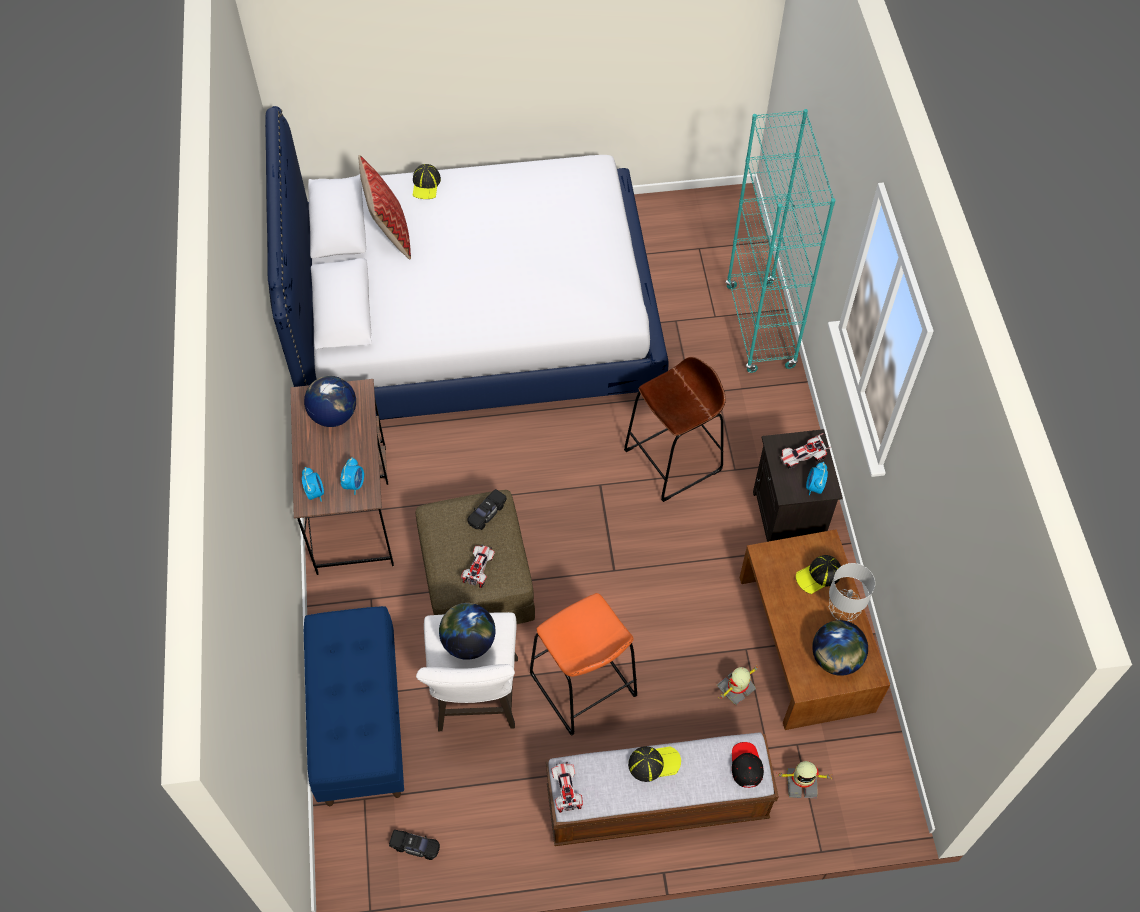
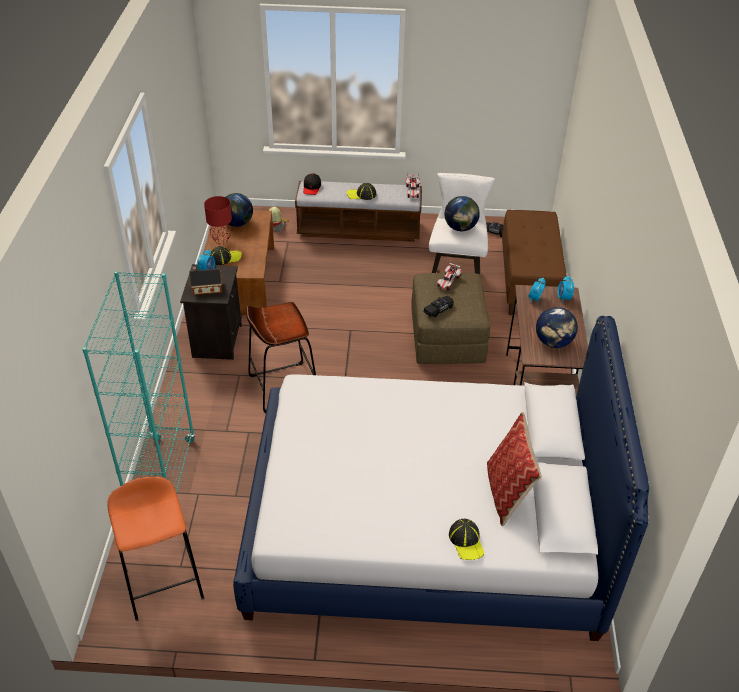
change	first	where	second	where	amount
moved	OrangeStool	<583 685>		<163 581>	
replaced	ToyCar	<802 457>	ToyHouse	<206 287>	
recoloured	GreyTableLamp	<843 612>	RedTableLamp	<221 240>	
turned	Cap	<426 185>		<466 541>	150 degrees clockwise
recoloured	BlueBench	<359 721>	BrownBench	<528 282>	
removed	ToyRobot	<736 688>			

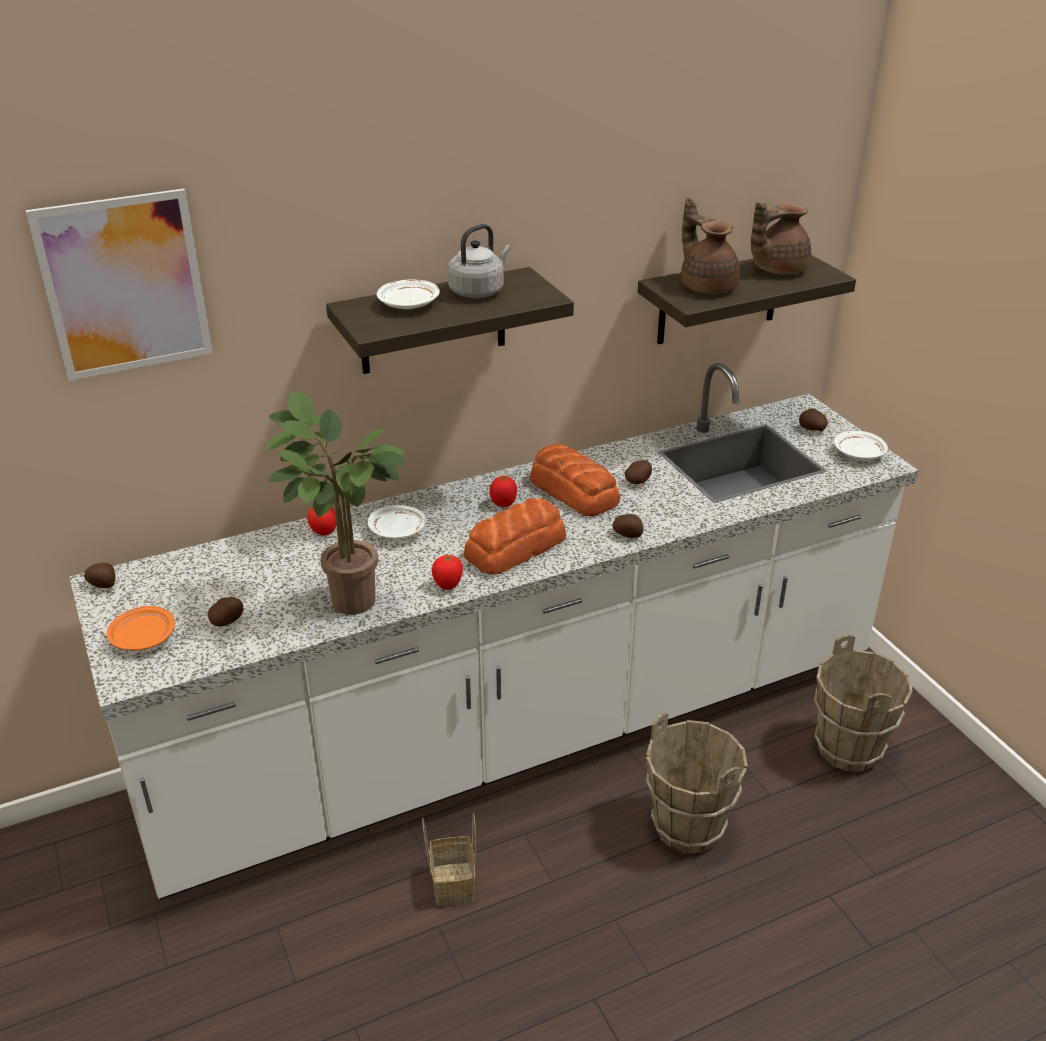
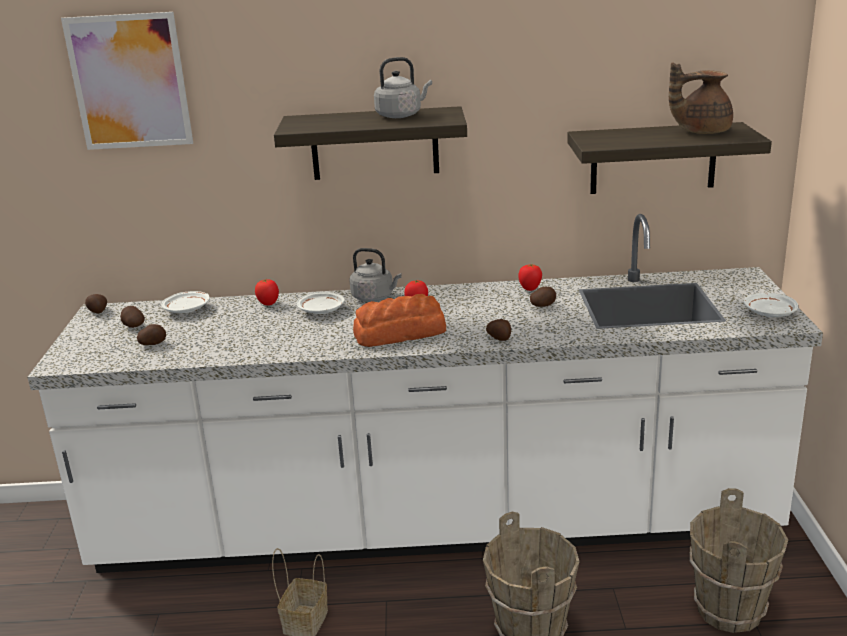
change	first	where	second	where	amount
moved	Potato	<811 429>		<133 326>	
moved	WhitePlate	<409 304>		<187 309>	
added			GreyKettle	<375 297>	
moved	Tomato	<448 586>		<530 289>	
removed	OrangePlate	<143 637>			
removed	PottedPlant	<345 602>			
removed	Bread	<573 491>			
removed	BrownTeapot	<707 285>			

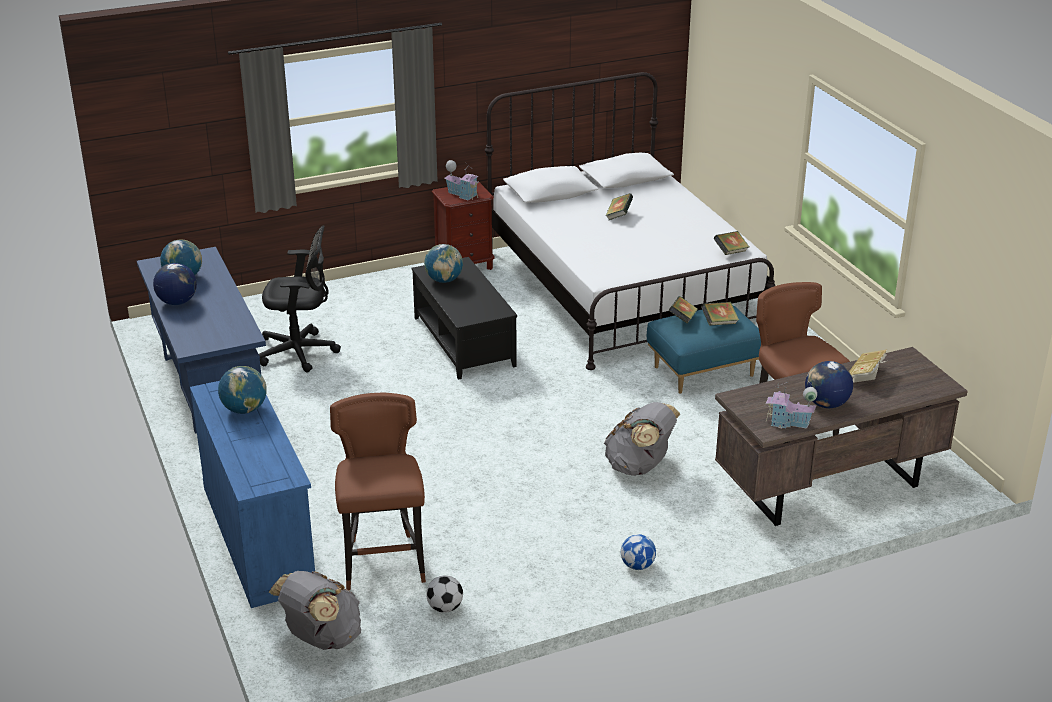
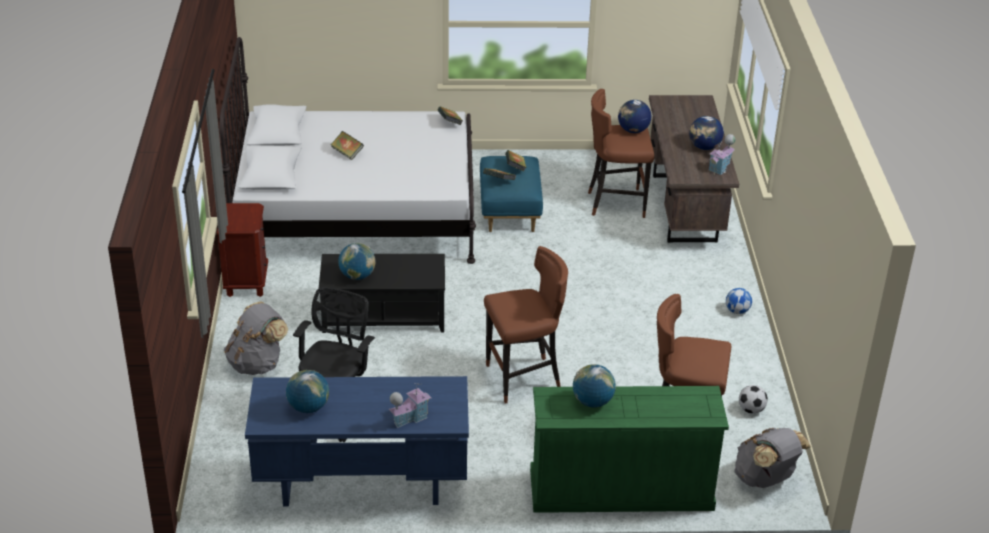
change	first	where	second	where	amount
moved	GreyBackpack	<639 467>		<257 363>	
moved	ToyHouse	<462 194>		<409 418>	
added			BrownStool	<524 378>	
recoloured	BlueDresser	<258 536>	GreenDresser	<620 490>	
moved	Globe	<177 302>		<633 130>	
removed	Book	<866 375>			

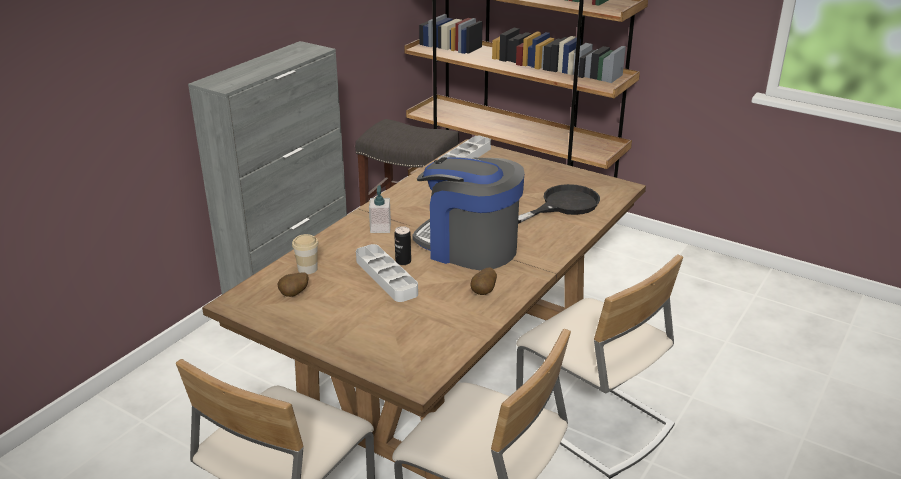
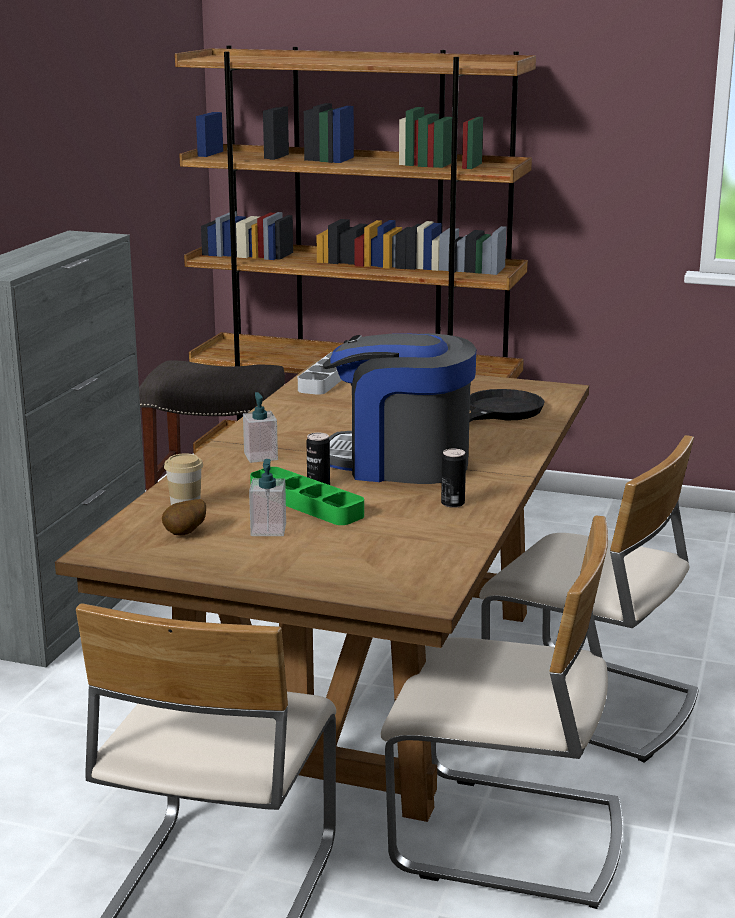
change	first	where	second	where	amount
added			SoapDispenser	<268 530>	
recoloured	GreyTray	<386 277>	GreenTray	<306 503>	
replaced	Potato	<484 292>	Can	<452 503>	

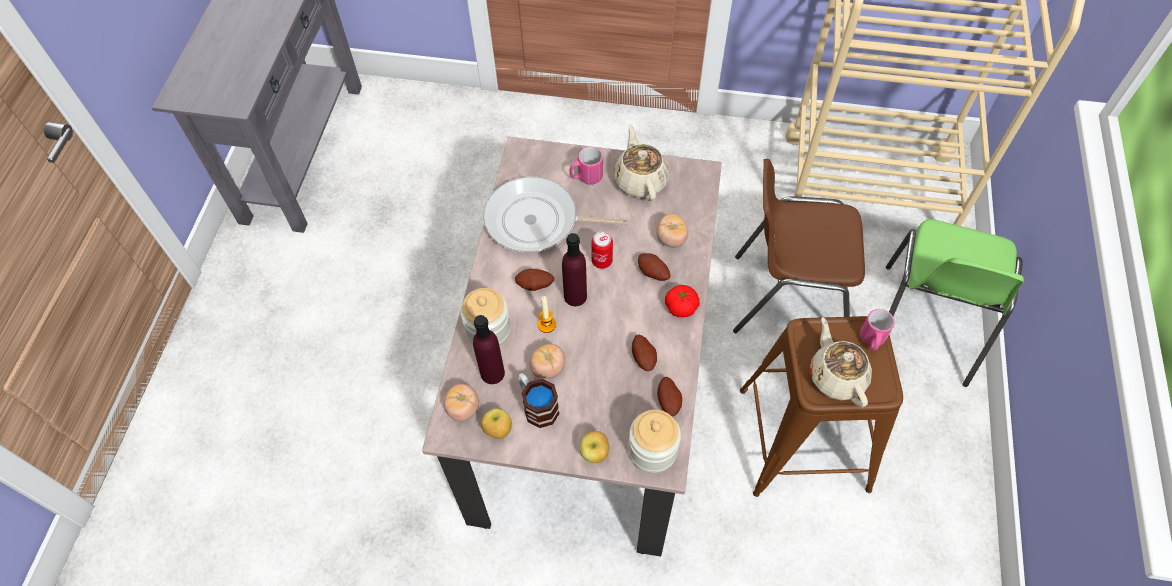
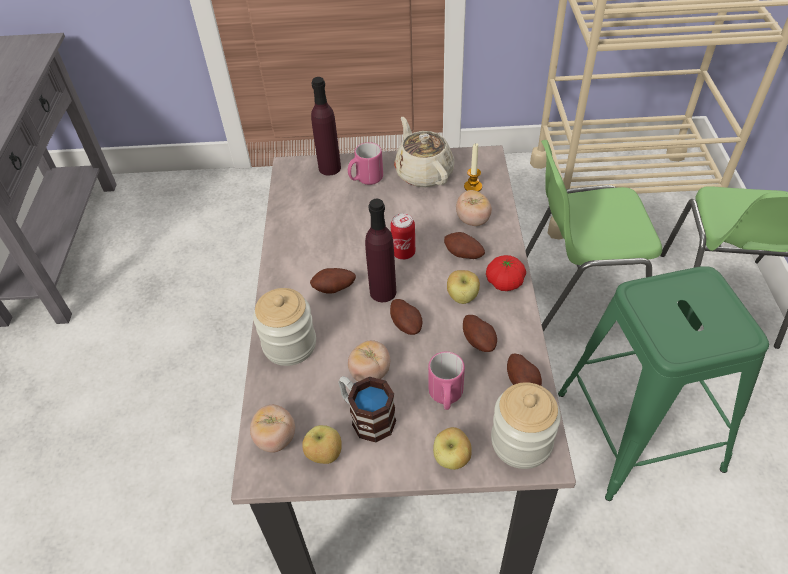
change	first	where	second	where	amount
moved	PurpleBottle	<492 373>		<329 168>	
added			Potato	<407 324>	
moved	PinkMug	<871 340>		<445 397>	
added			Apple	<462 298>	
moved	Candle	<546 325>		<473 186>	
recoloured	BrownChair	<788 297>	GreenChair	<578 298>	
recoloured	BrownStool	<803 439>	GreenStool	<638 430>	
removed	FryingPan	<537 221>			
removed	BeigeTeapot	<836 376>			

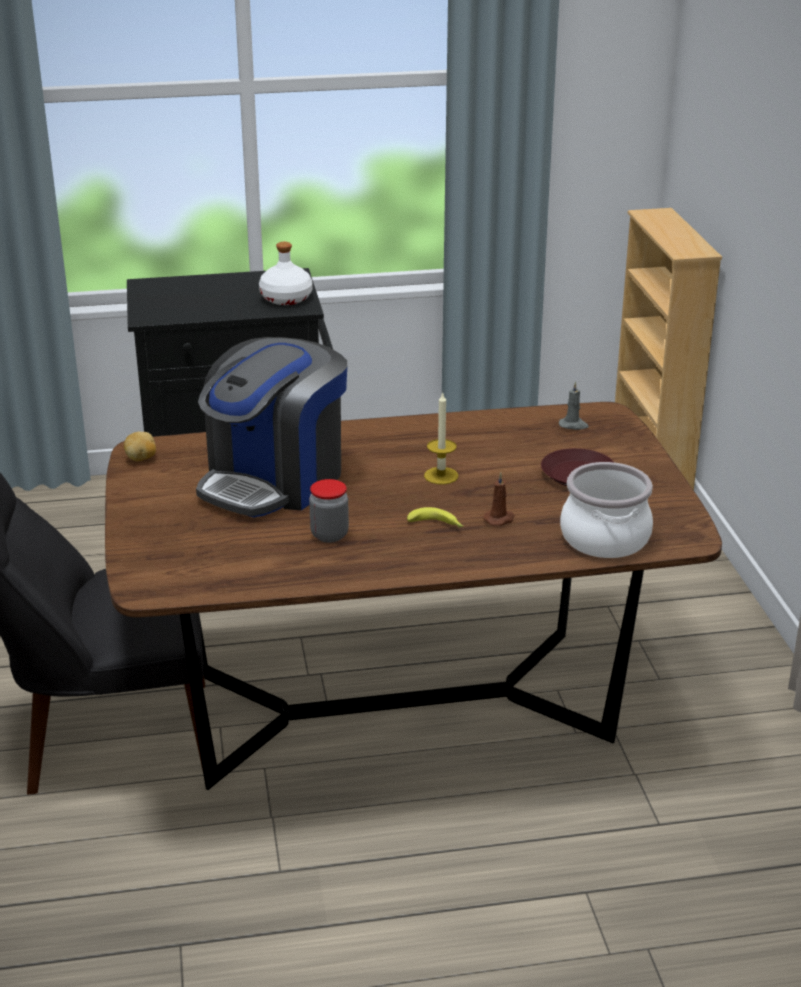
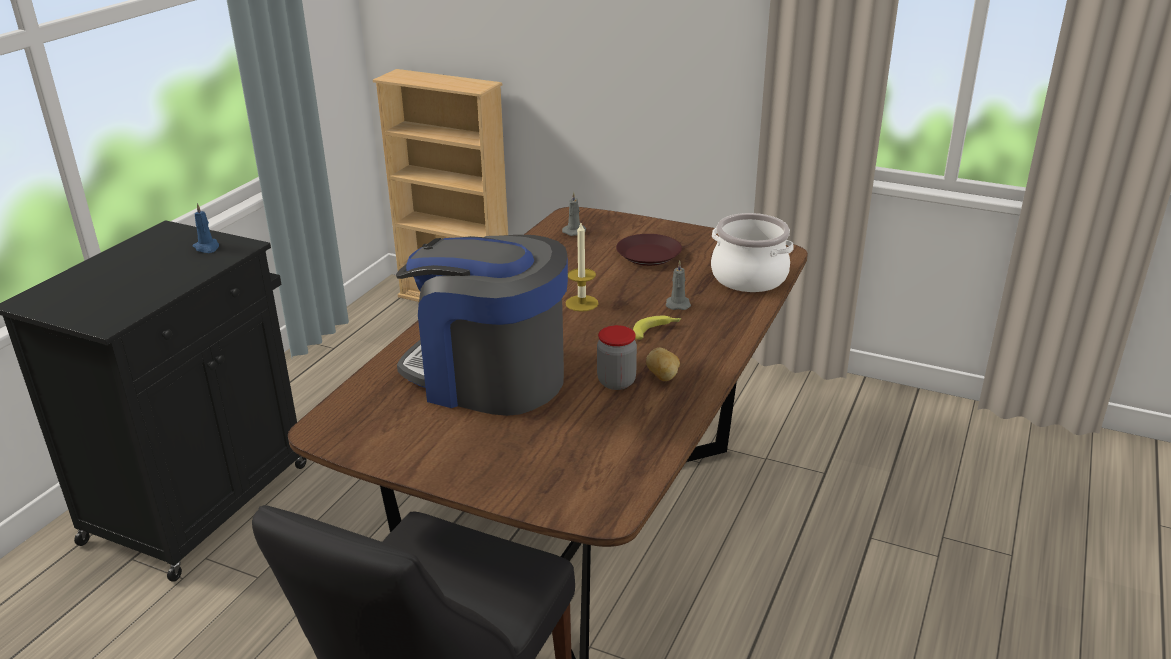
change	first	where	second	where	amount
replaced	WhiteBottle	<285 298>	BlueCandle	<207 247>	
turned	CoffeeMachine	<274 480>		<488 377>	135 degrees clockwise
moved	Potato	<141 459>		<663 377>	
recoloured	BrownCandle	<500 519>	GreyCandle	<677 304>	

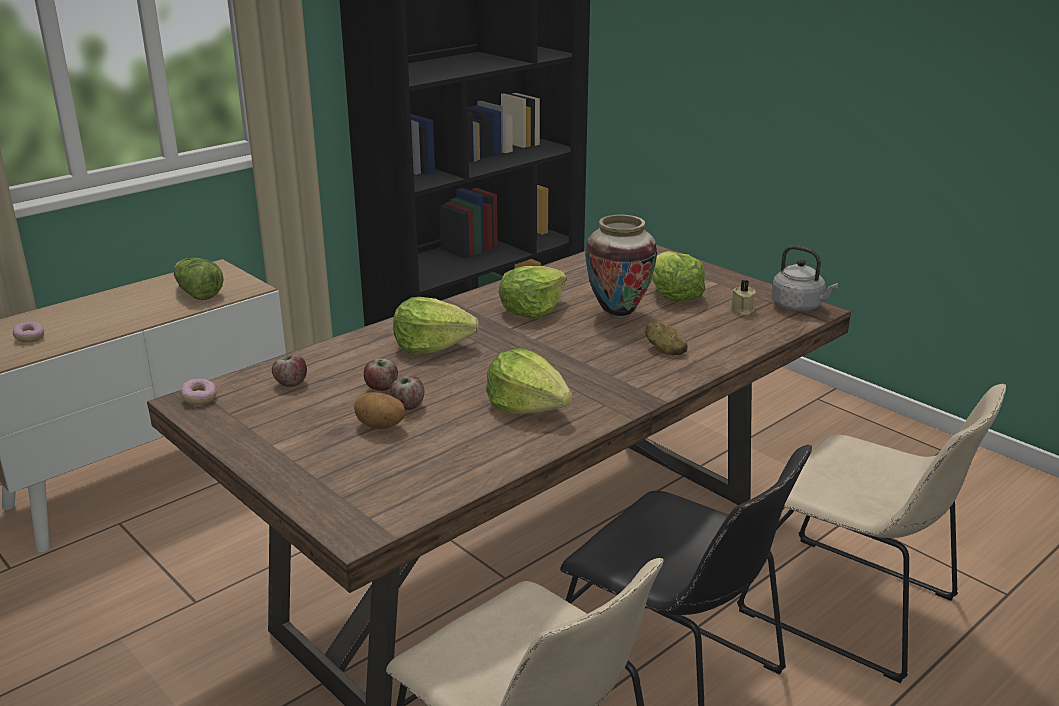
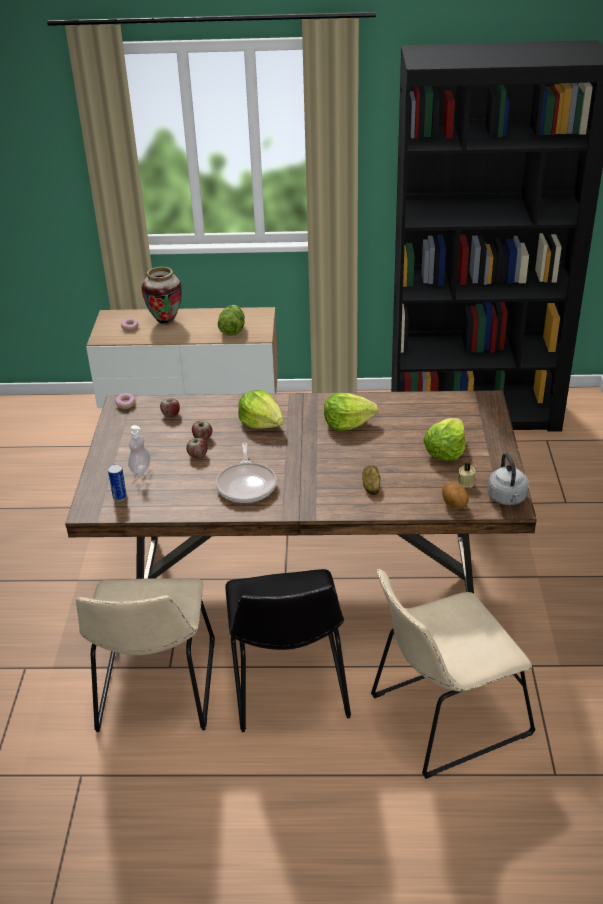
change	first	where	second	where	amount
added			Can	<120 497>	
added			SoapDispenser	<140 469>	
moved	Vase	<617 314>		<165 321>	
replaced	Lettuce	<527 406>	FryingPan	<247 485>	
turned	BeigeChair	<856 609>		<444 717>	75 degrees clockwise
moved	Potato	<380 427>		<454 504>	

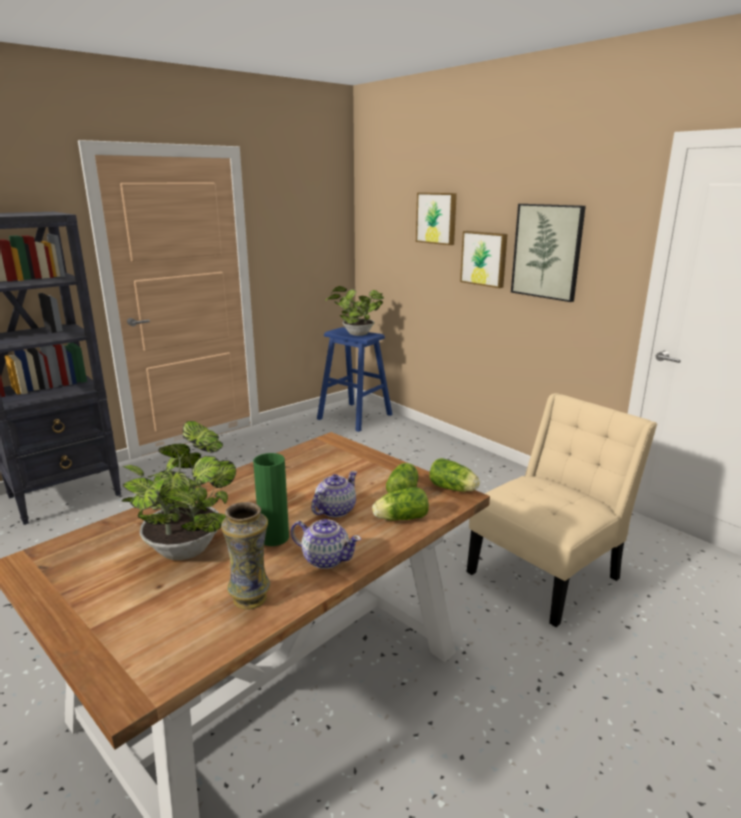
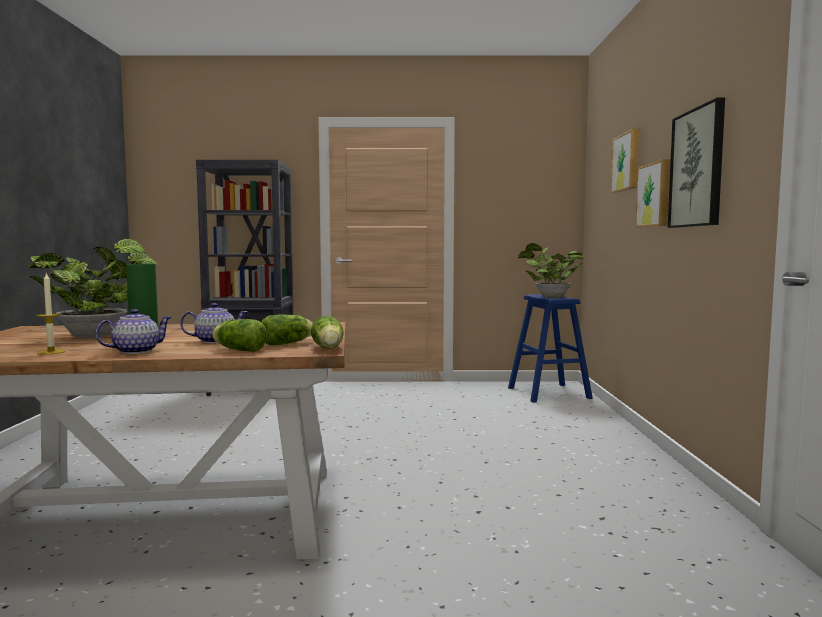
change	first	where	second	where	amount
replaced	Vase	<251 599>	Candle	<51 352>	
turned	Teapot	<325 559>		<135 351>	105 degrees counterclockwise
removed	BeigeChair	<548 572>			

